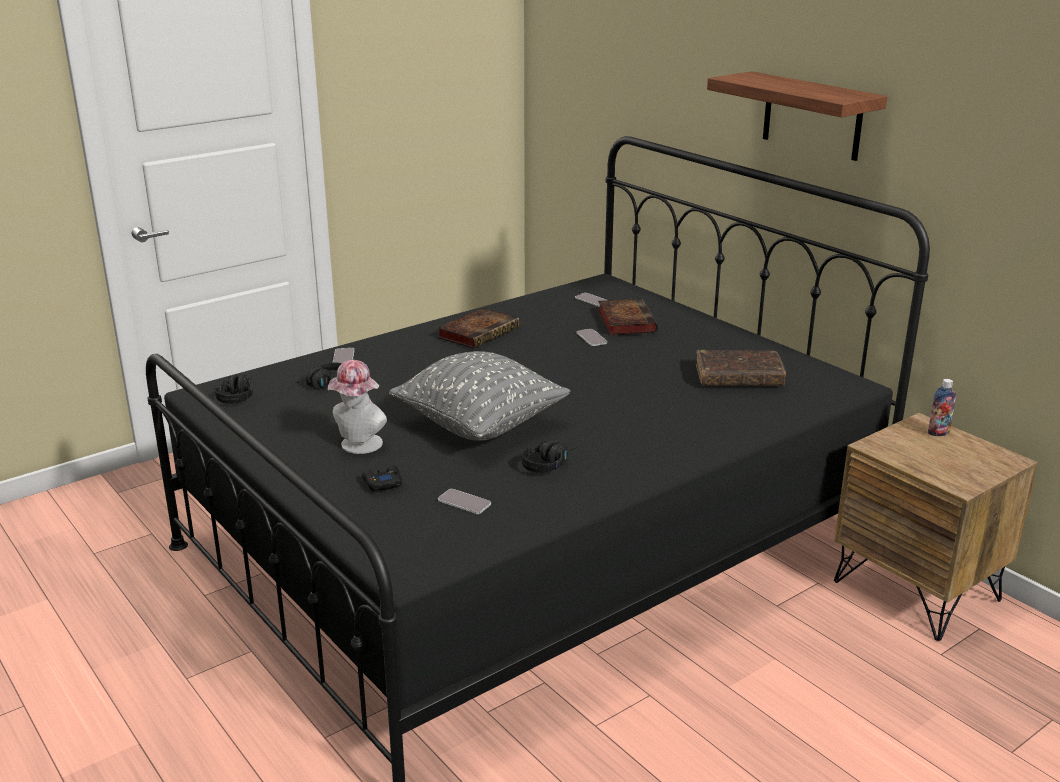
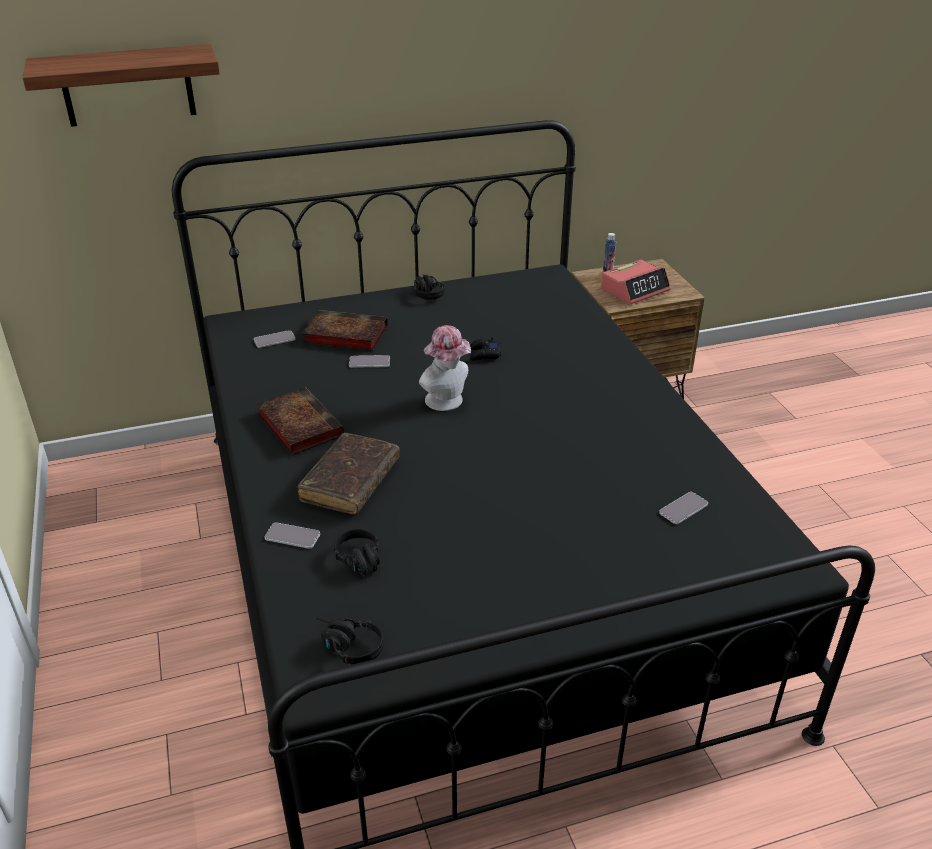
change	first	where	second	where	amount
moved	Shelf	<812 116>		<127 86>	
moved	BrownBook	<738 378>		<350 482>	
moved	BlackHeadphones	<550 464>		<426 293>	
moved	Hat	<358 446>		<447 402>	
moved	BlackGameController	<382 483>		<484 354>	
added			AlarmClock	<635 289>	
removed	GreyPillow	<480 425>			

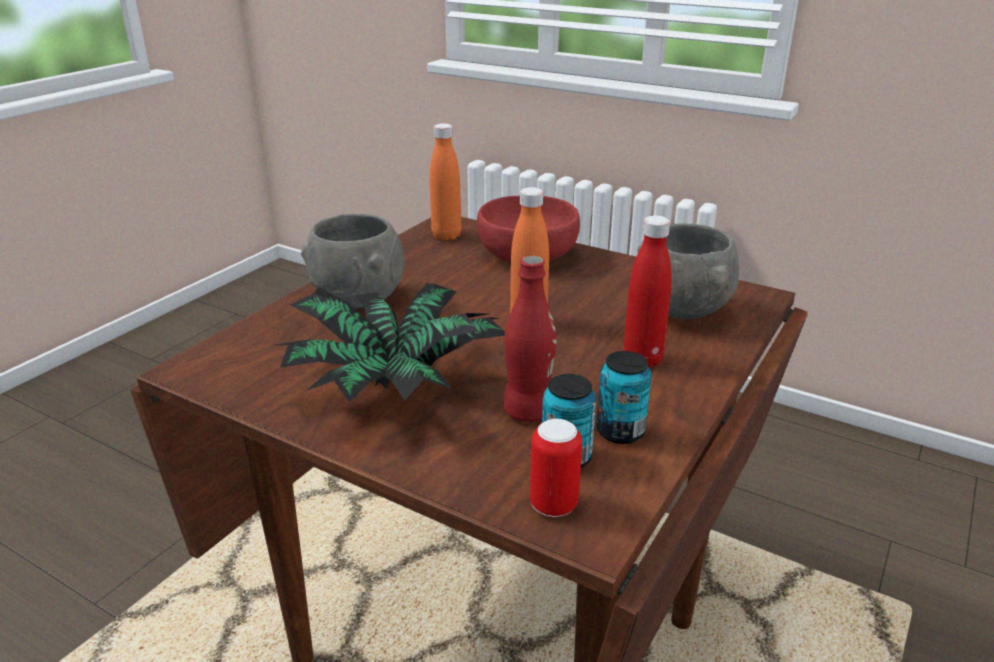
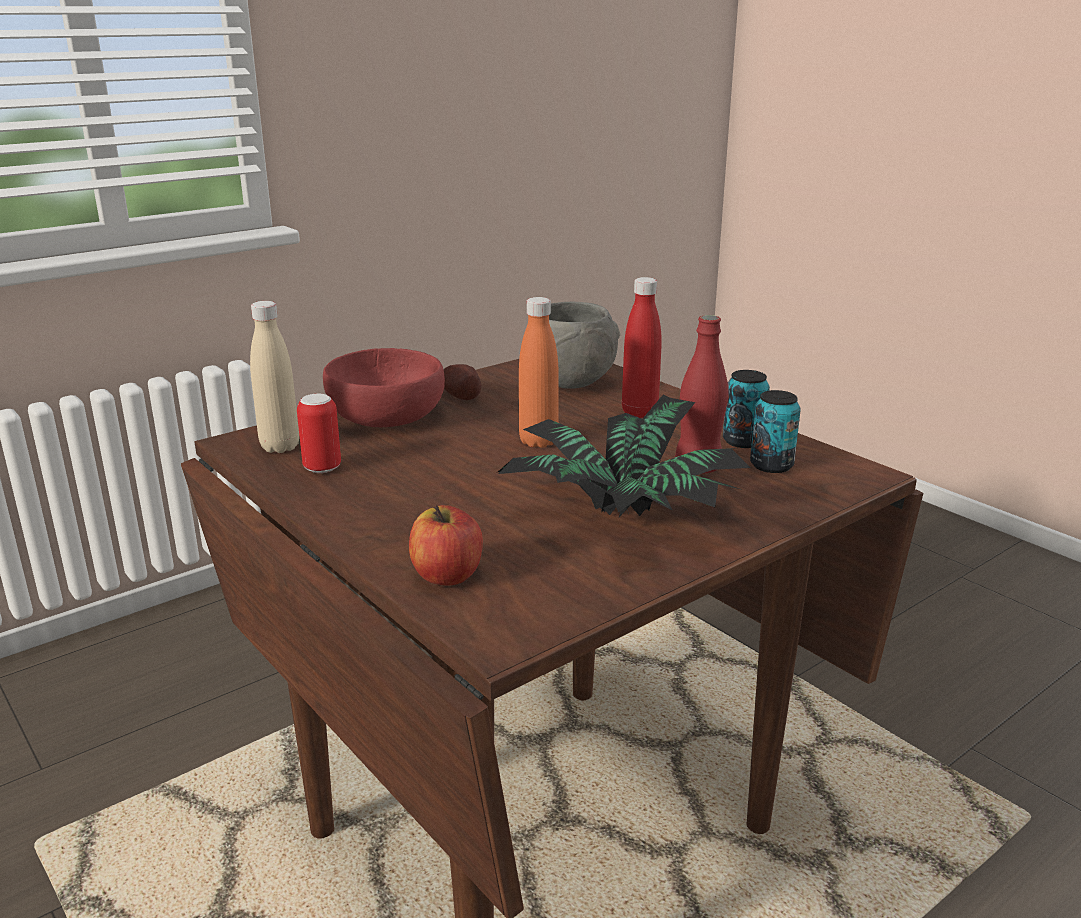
change	first	where	second	where	amount
recoloured	OrangeBottle	<446 236>	BeigeBottle	<280 447>	
moved	Can	<553 505>		<322 467>	
added			Apple	<447 575>	
added			Potato	<461 396>	
removed	GreyBowl	<357 300>			

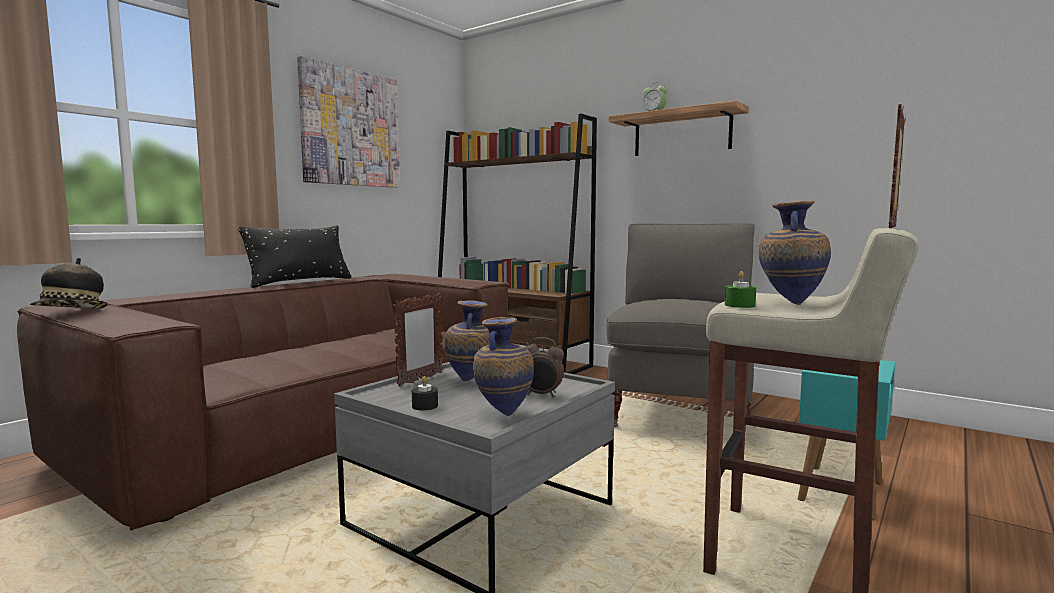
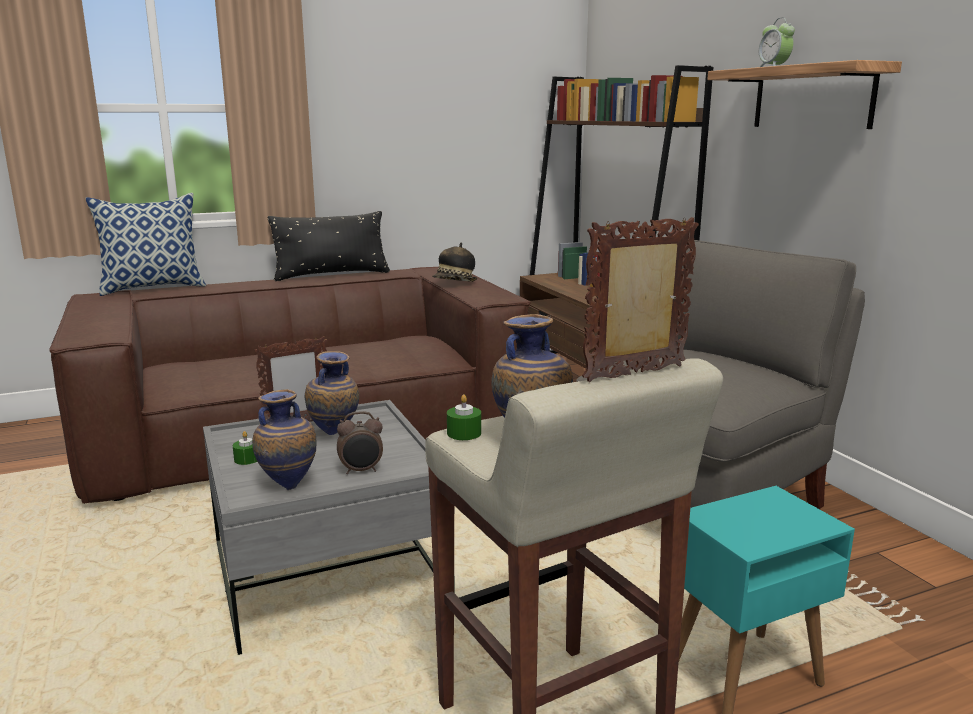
change	first	where	second	where	amount
added			Pillow	<153 288>	
recoloured	BlackCandle	<425 406>	GreenCandle	<247 459>	
turned	AlarmClock	<542 395>		<361 471>	60 degrees counterclockwise
moved	Hat	<71 312>		<454 283>	
removed	Picture	<350 128>			

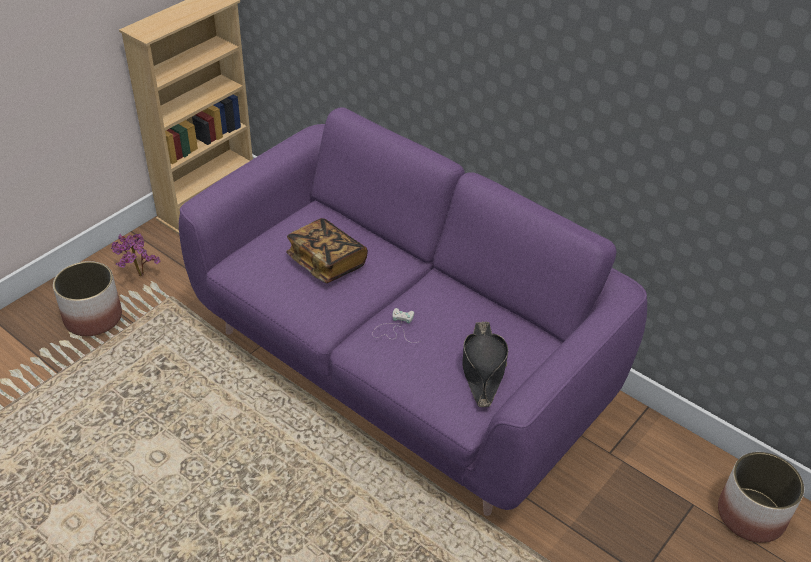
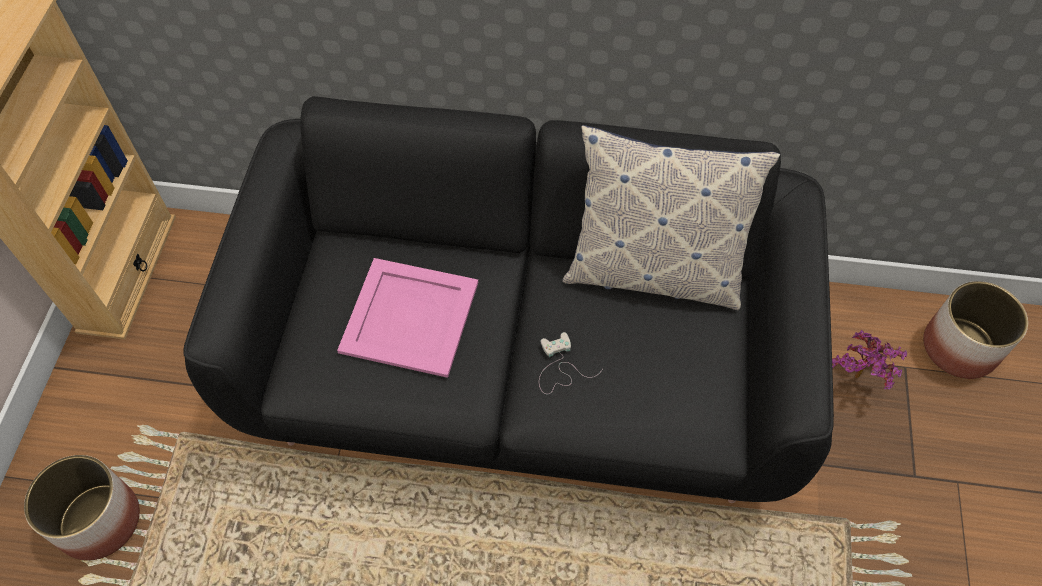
change	first	where	second	where	amount
recoloured	PurpleSofa	<402 366>	BlackSofa	<521 371>	
replaced	Book	<326 262>	PinkTray	<410 318>	
added			Pillow	<653 272>	
moved	PottedPlant	<138 277>		<857 381>	
removed	BlackHat	<482 368>			

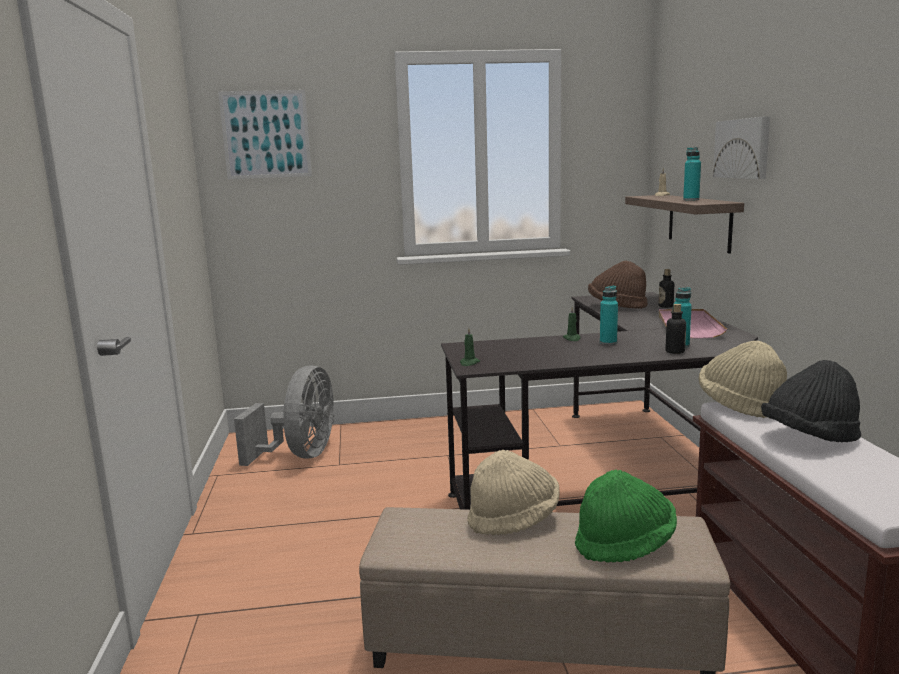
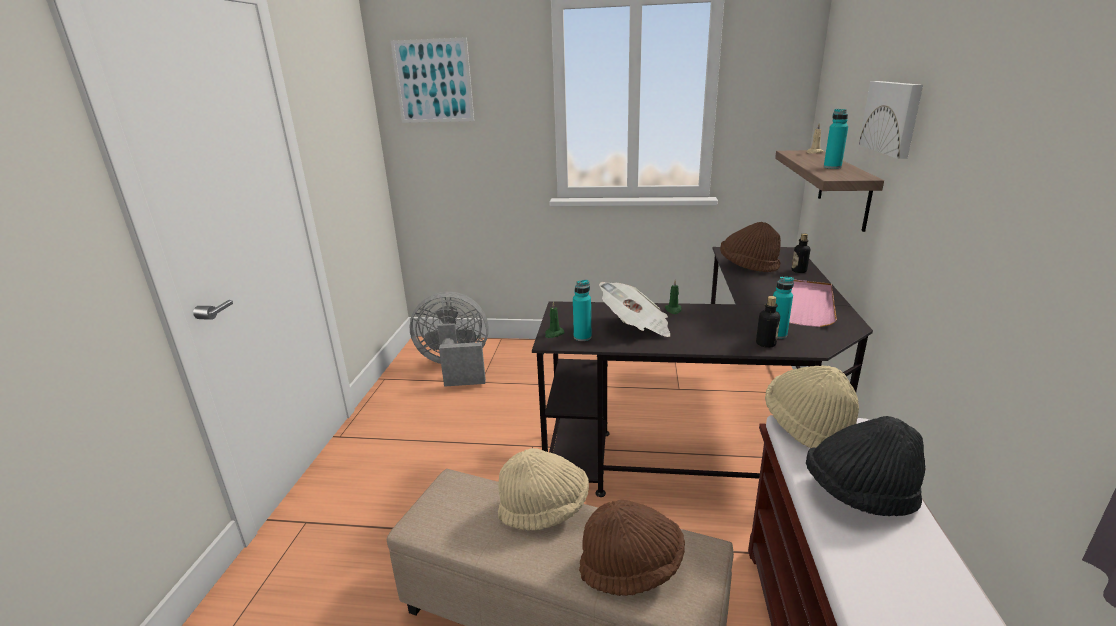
change	first	where	second	where	amount
turned	GreyFan	<301 455>		<455 367>	120 degrees counterclockwise
moved	TurquoiseBottle	<608 342>		<582 337>	
recoloured	GreenHat	<624 545>	BrownHat	<631 567>	
added			Newspaper	<636 327>	

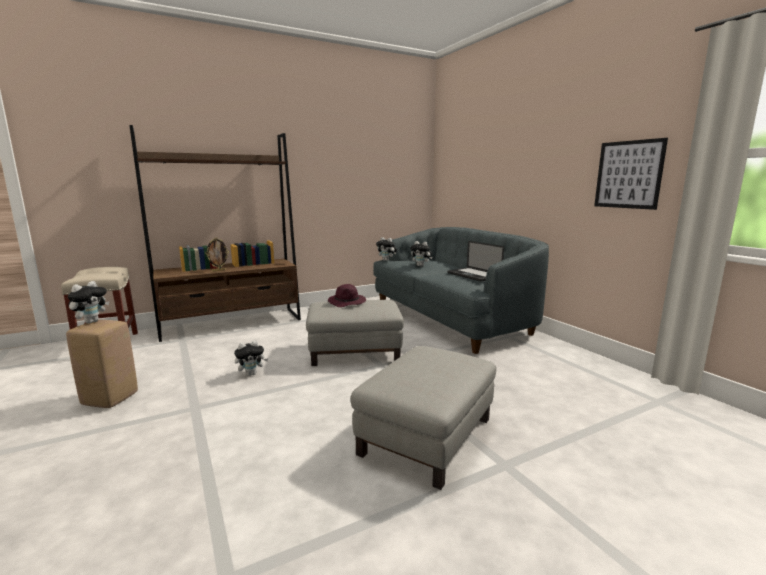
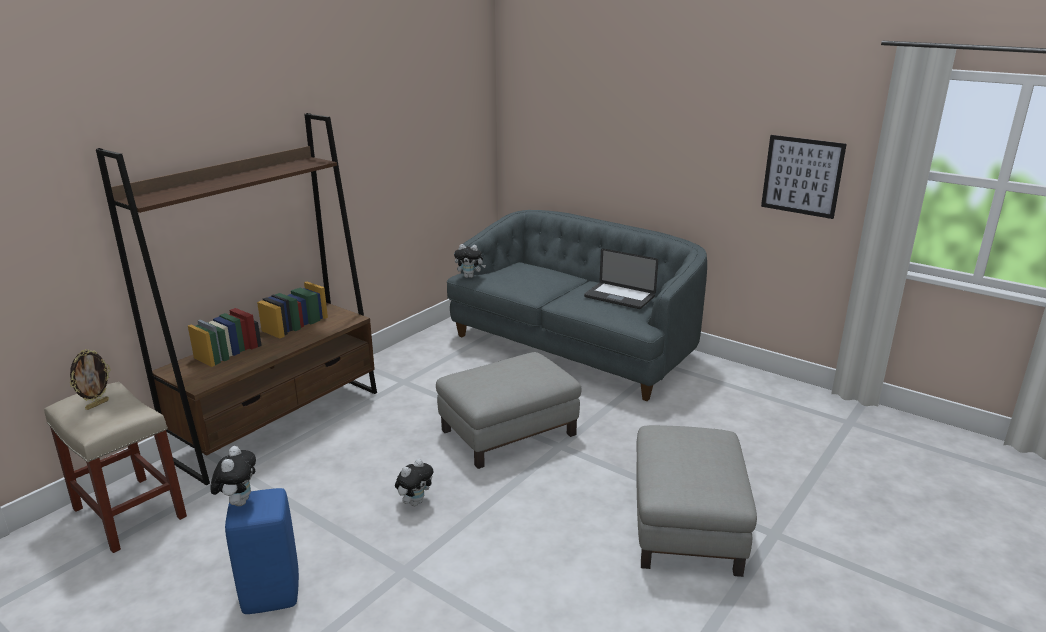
change	first	where	second	where	amount
moved	PictureFrame	<218 270>		<97 404>	
recoloured	BeigeStool	<110 399>	BlueStool	<270 594>	
removed	PurpleHat	<347 302>			
removed	PlushToy	<421 266>			

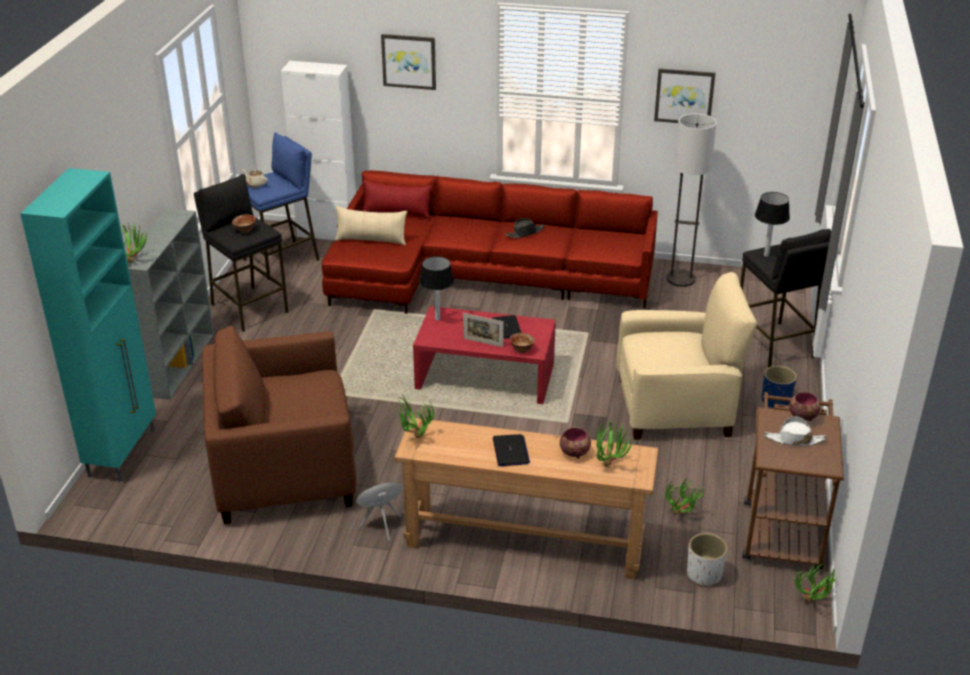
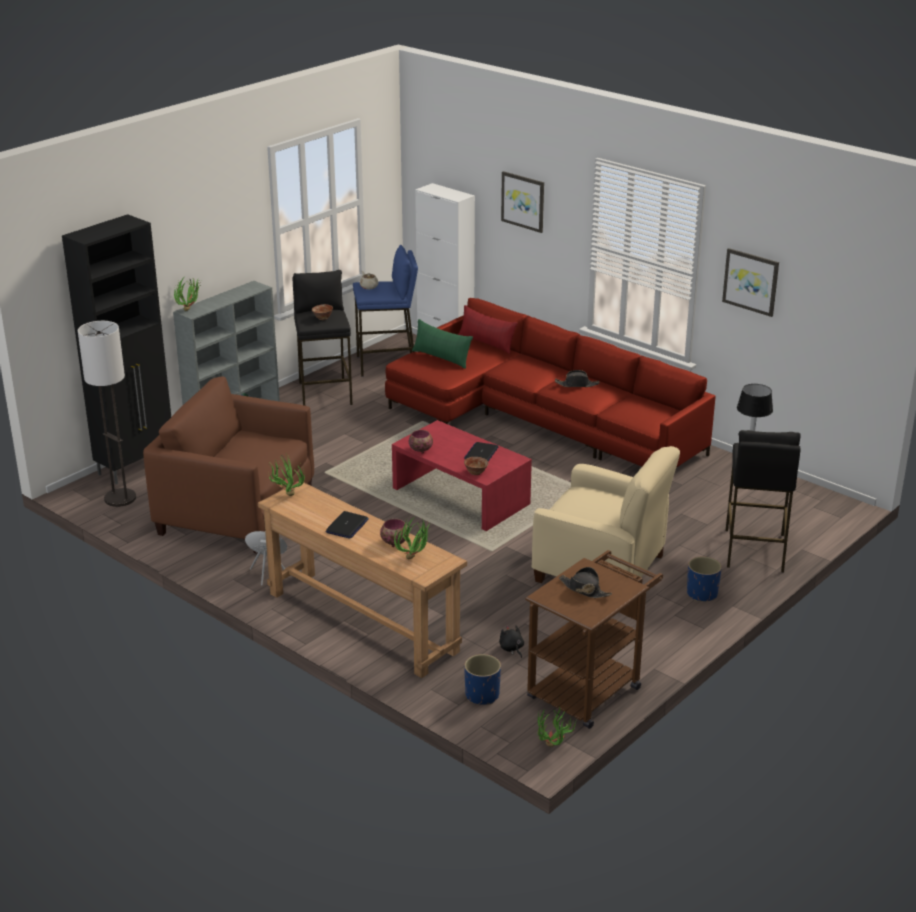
change	first	where	second	where	amount
recoloured	TurquoiseCabinet	<123 452>	BlackCabinet	<136 466>	
moved	FloorLamp	<681 279>		<120 498>	
moved	Bowl	<802 416>		<421 450>	
recoloured	BeigePillow	<371 240>	GreenPillow	<441 358>	
recoloured	WhitePlanter	<704 574>	BluePlanter	<482 695>	
replaced	PottedPlant	<681 516>	BlackPlushToy	<512 649>	
recoloured	WhiteHat	<794 439>	BlackHat	<584 589>	
removed	TableLamp	<437 318>			
removed	PictureFrame	<483 342>			

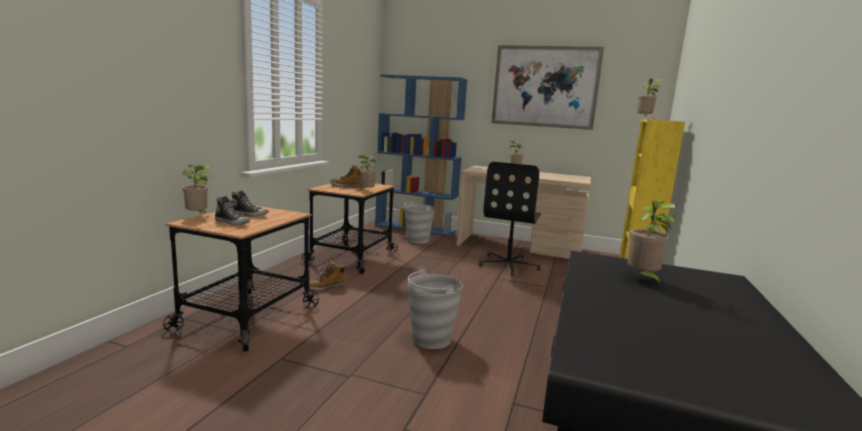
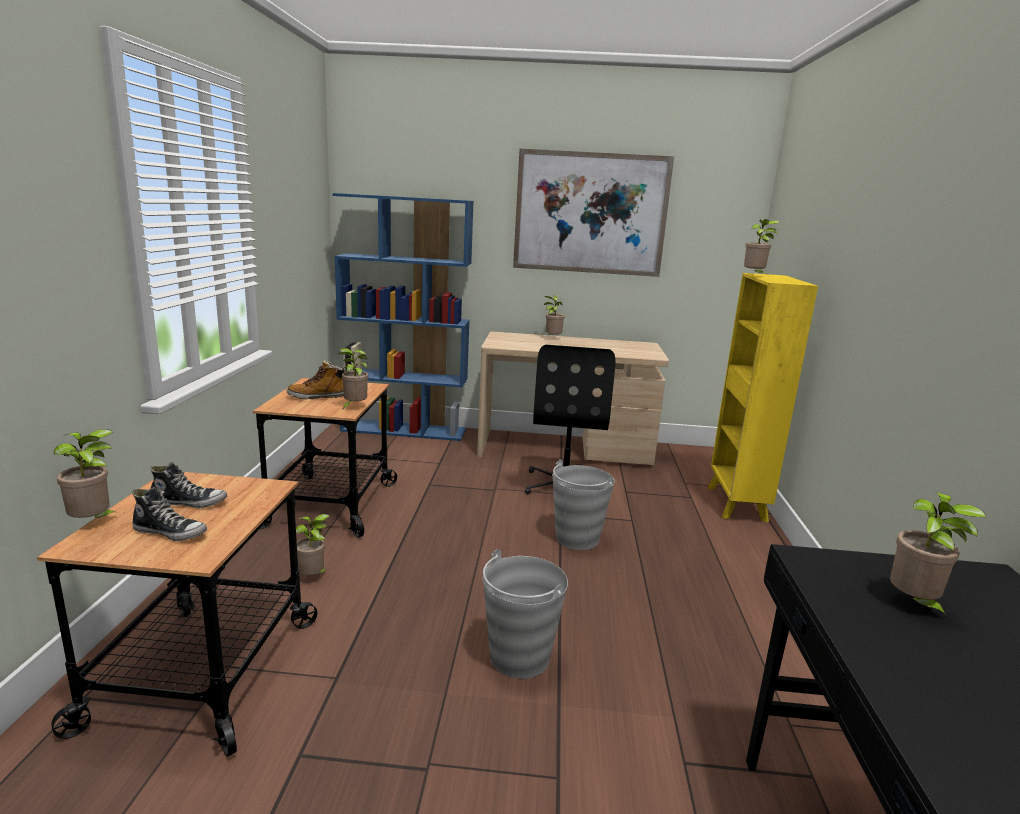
change	first	where	second	where	amount
replaced	Boot	<326 287>	PottedPlant	<313 577>	
moved	GreyBucket	<417 240>		<576 538>	

